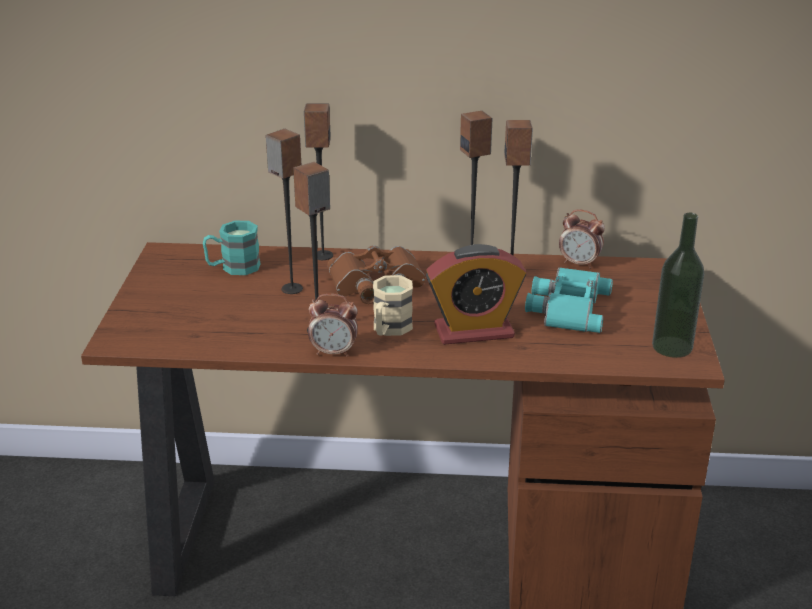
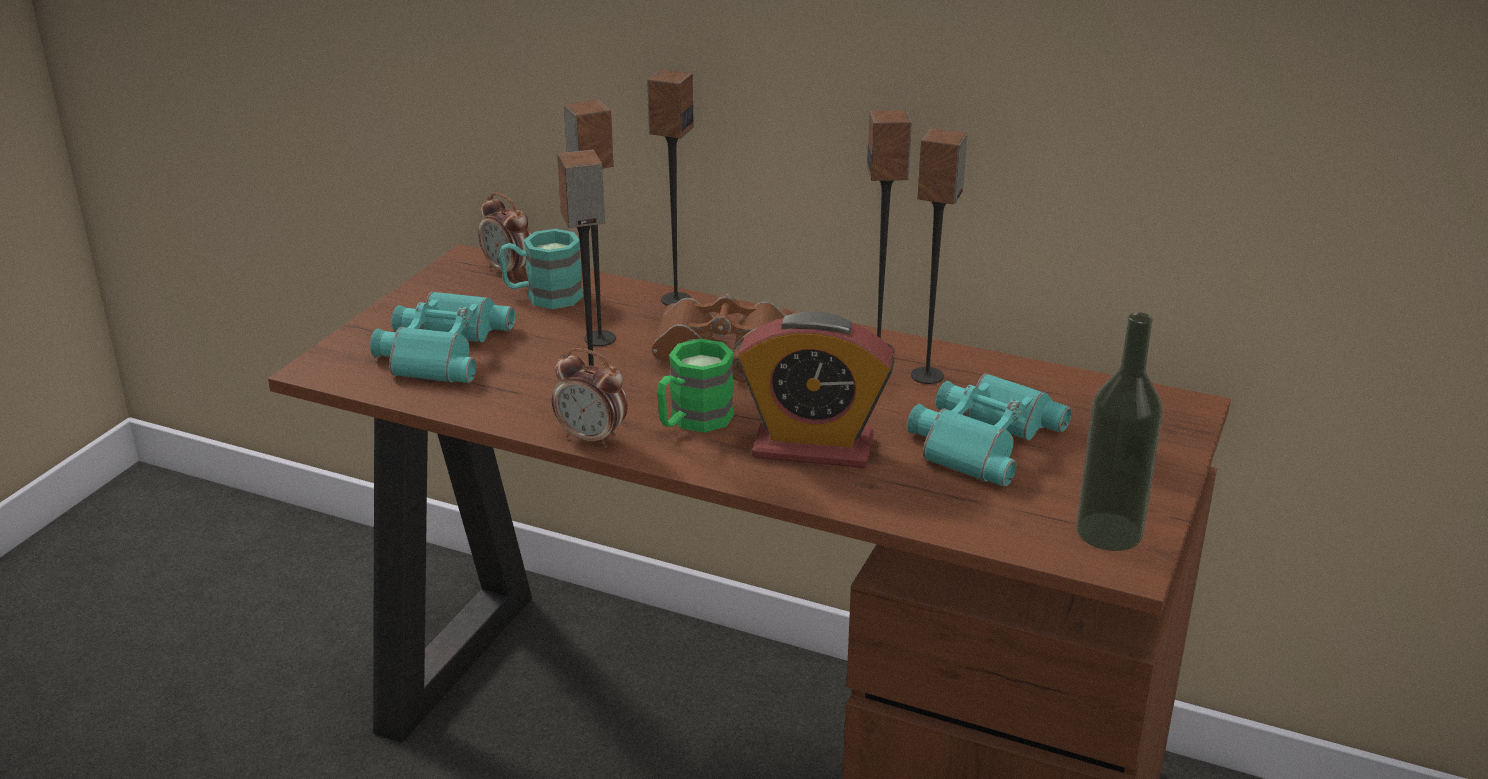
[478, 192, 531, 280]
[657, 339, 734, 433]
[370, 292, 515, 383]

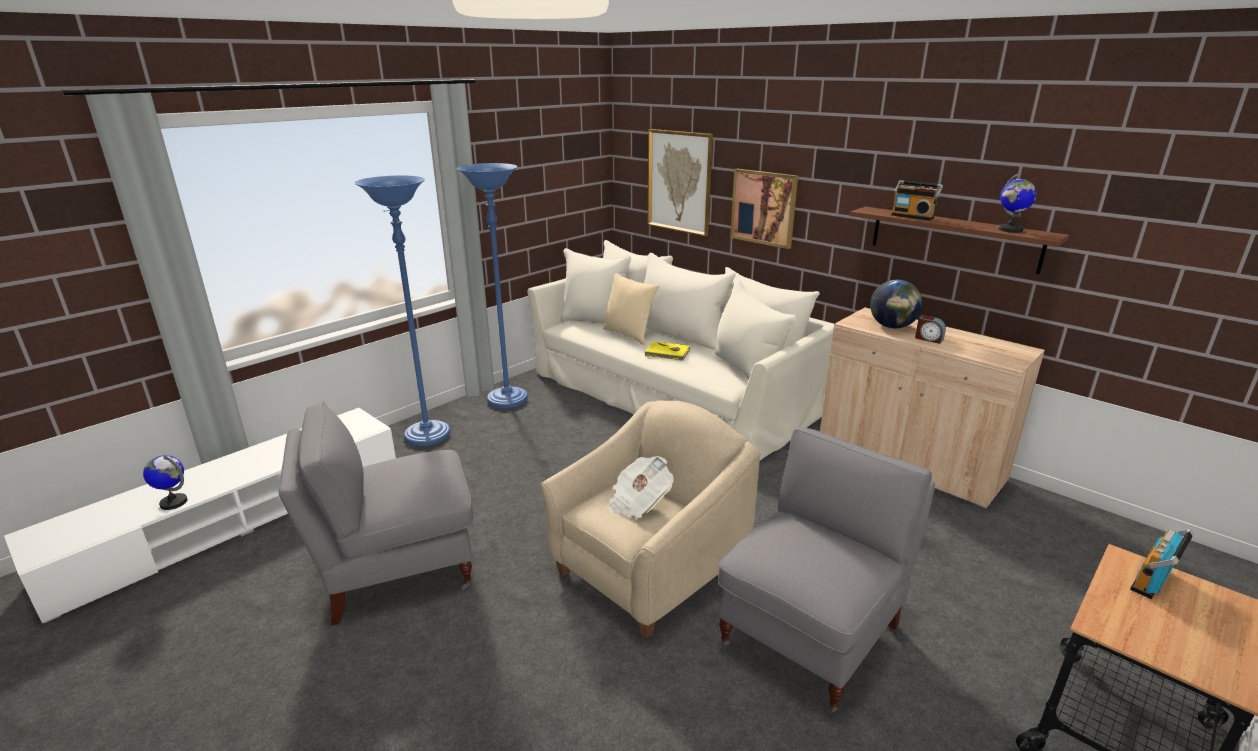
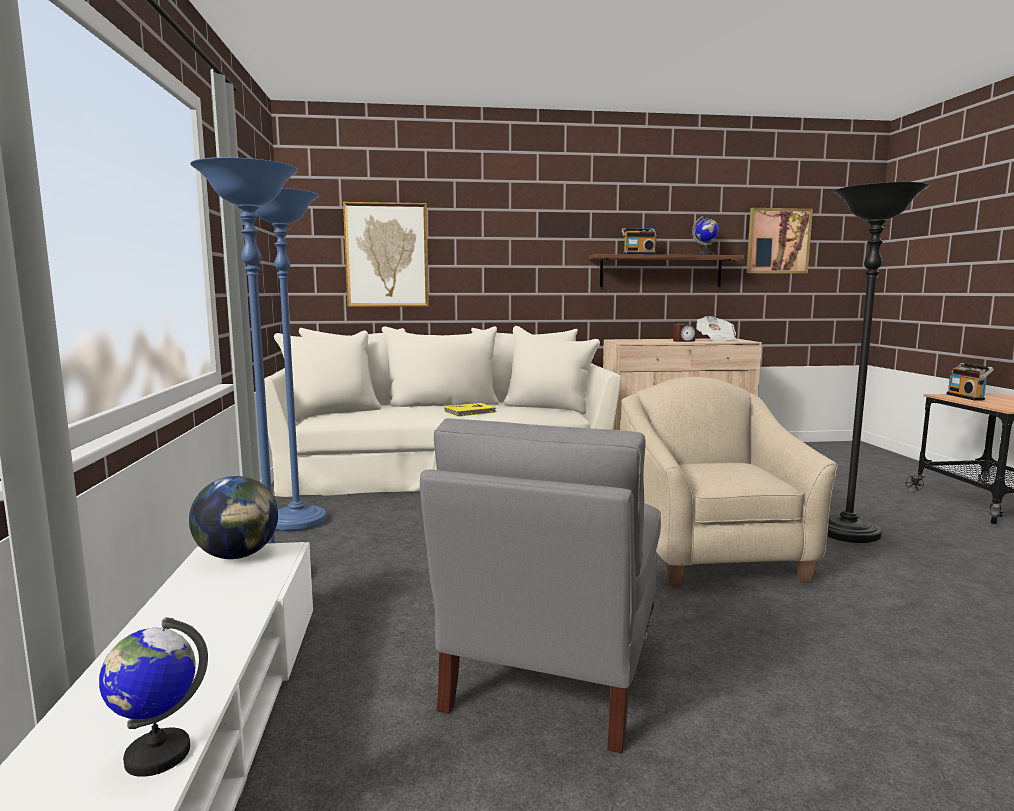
[746, 208, 813, 274]
[603, 272, 659, 345] (first image)
[189, 476, 278, 559]
[827, 182, 929, 543]
[696, 316, 736, 342]

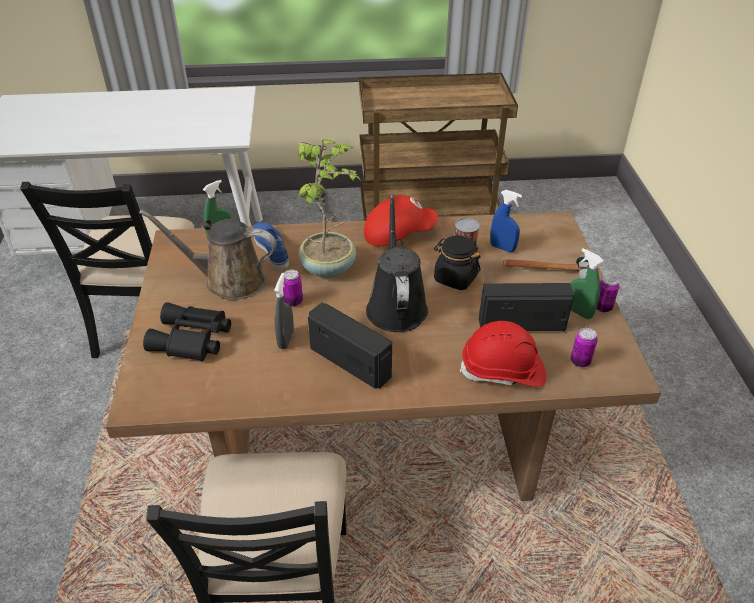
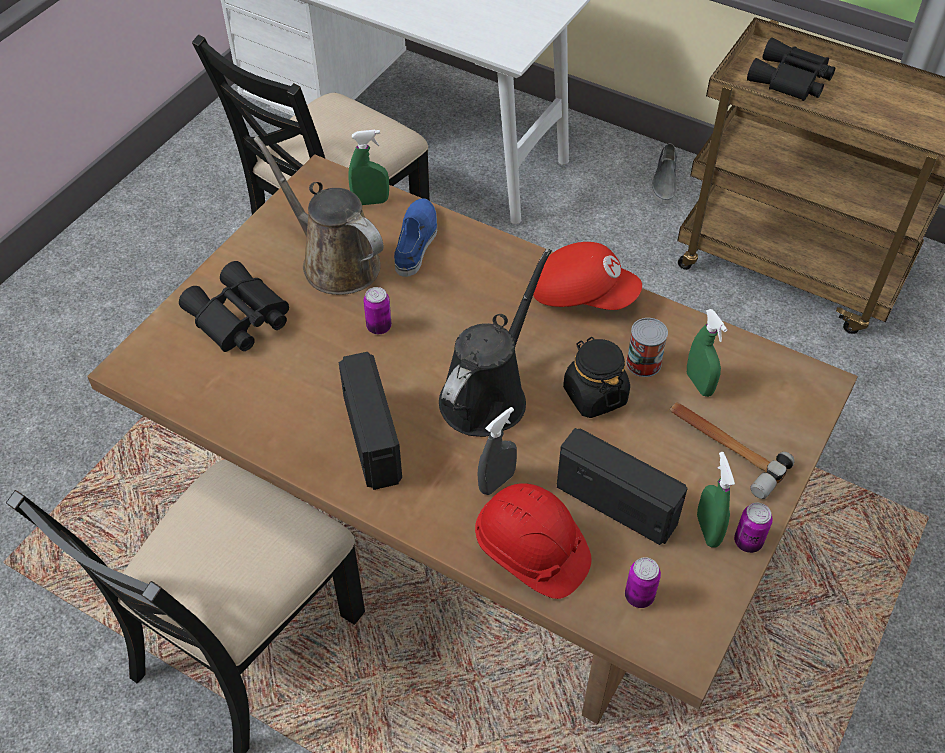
[298, 139, 362, 278] (first image)
[687, 309, 728, 397]
[478, 407, 517, 495]
[747, 37, 835, 101]

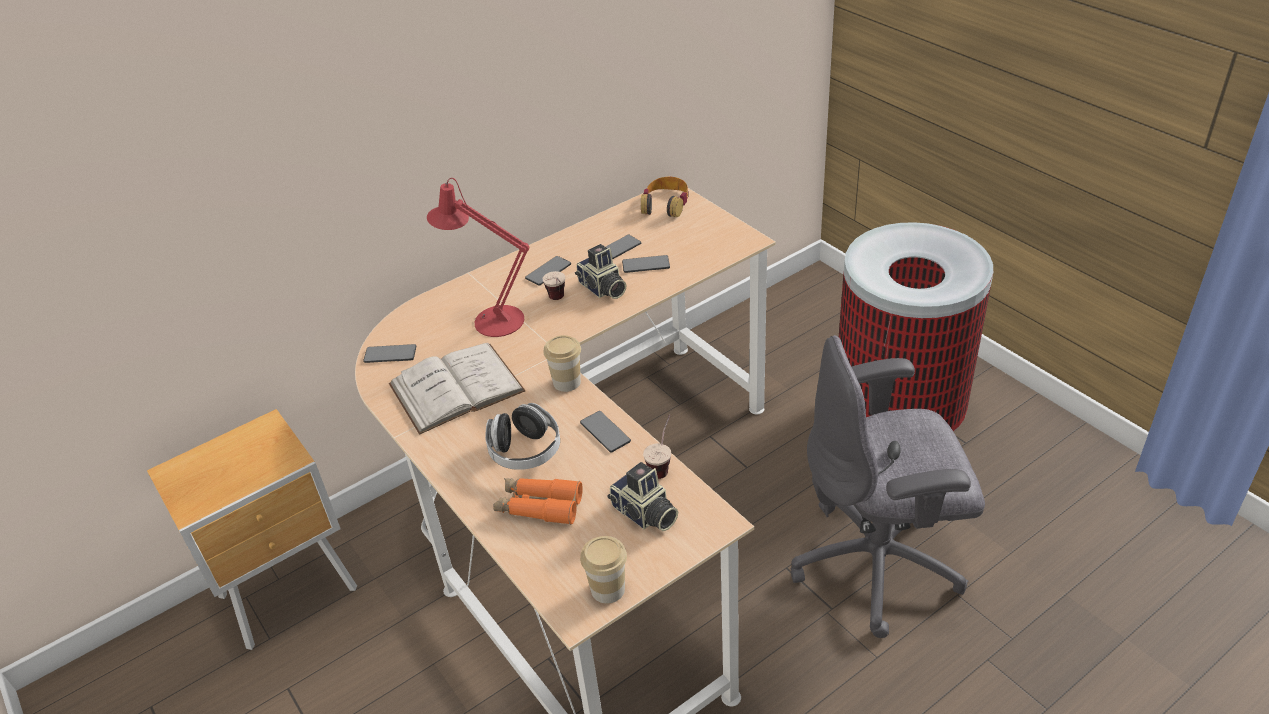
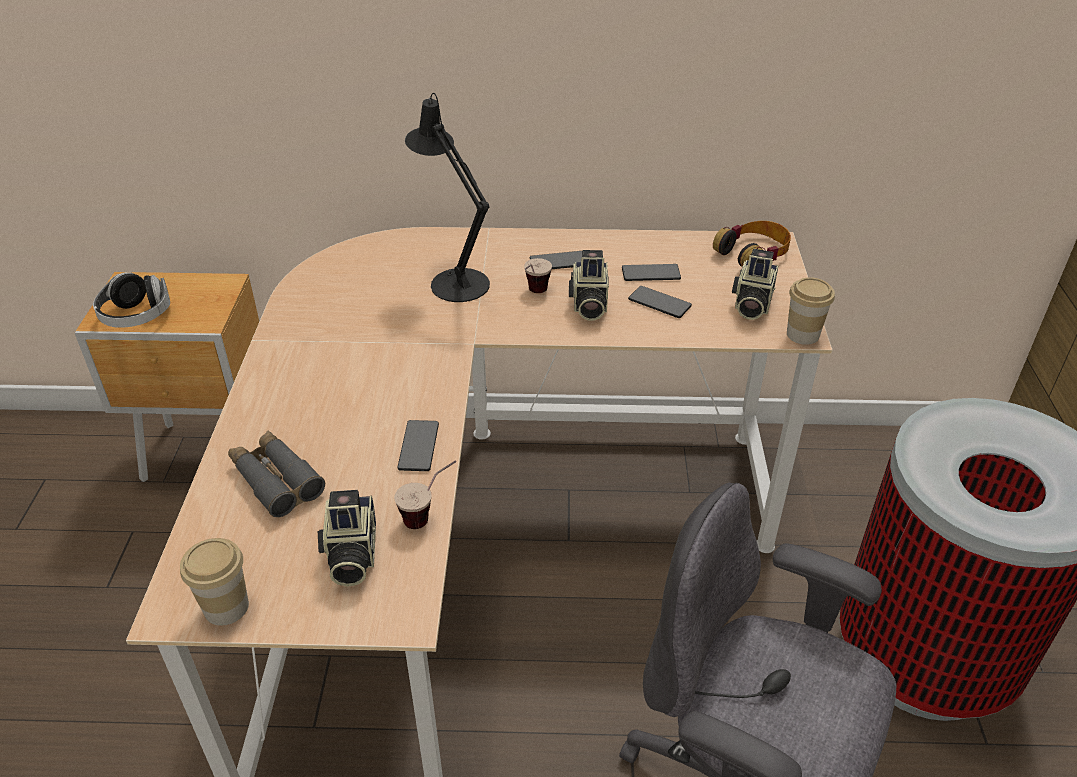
[405, 93, 490, 302]
[787, 277, 835, 345]
[389, 343, 526, 435] (first image)
[363, 344, 417, 363] (first image)
[93, 272, 170, 328]
[228, 431, 325, 517]
[732, 249, 779, 320]

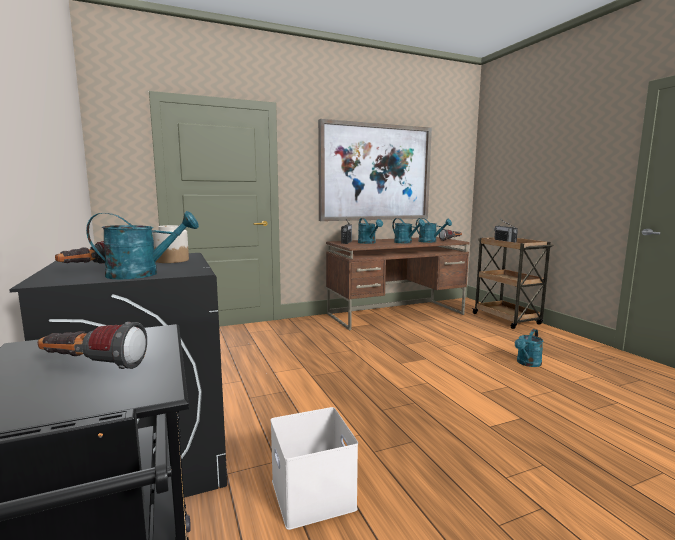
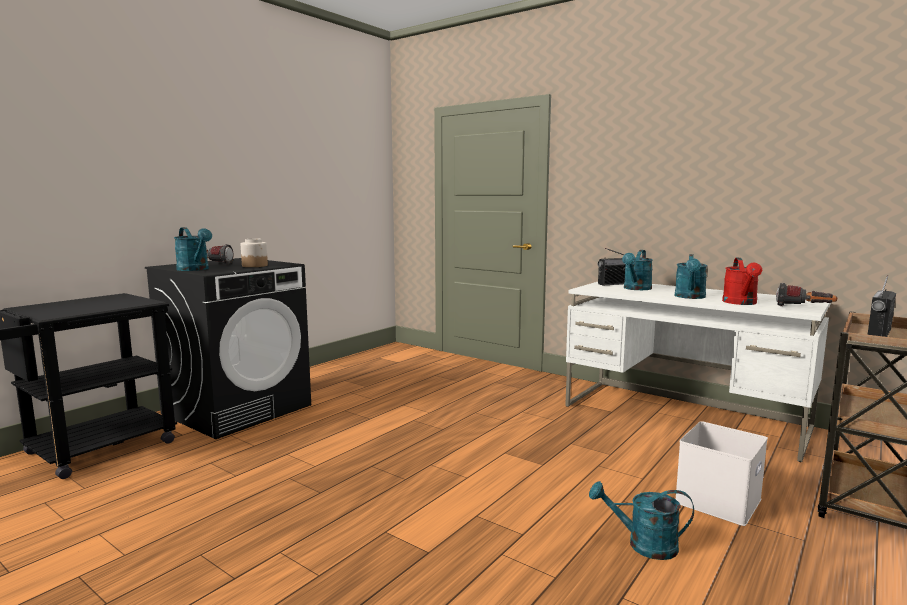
[318, 119, 432, 221] (first image)
[722, 258, 762, 305]
[565, 282, 831, 462]
[38, 322, 147, 369] (first image)
[676, 421, 768, 526]

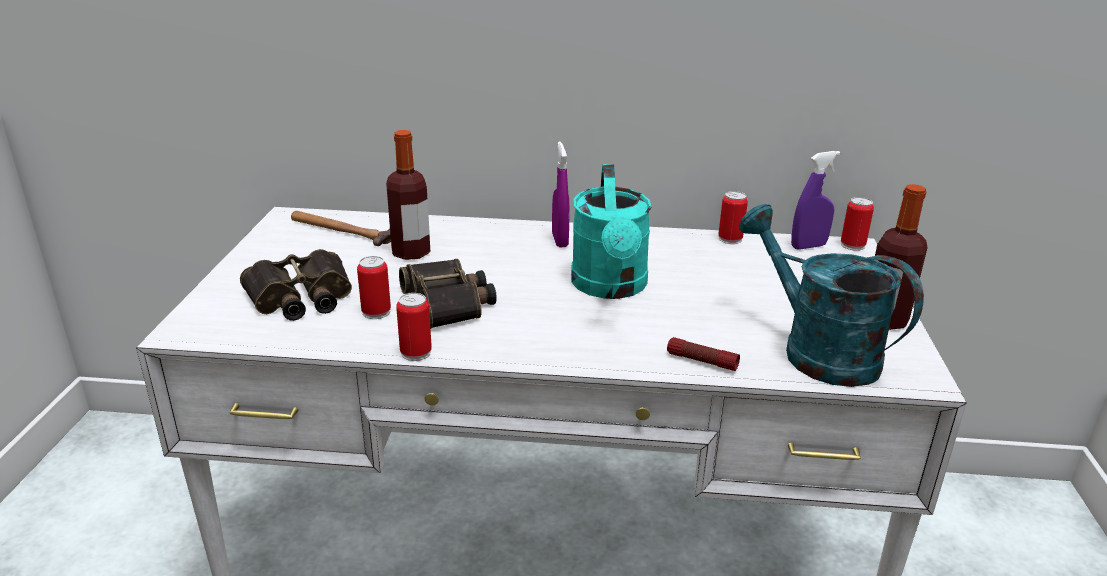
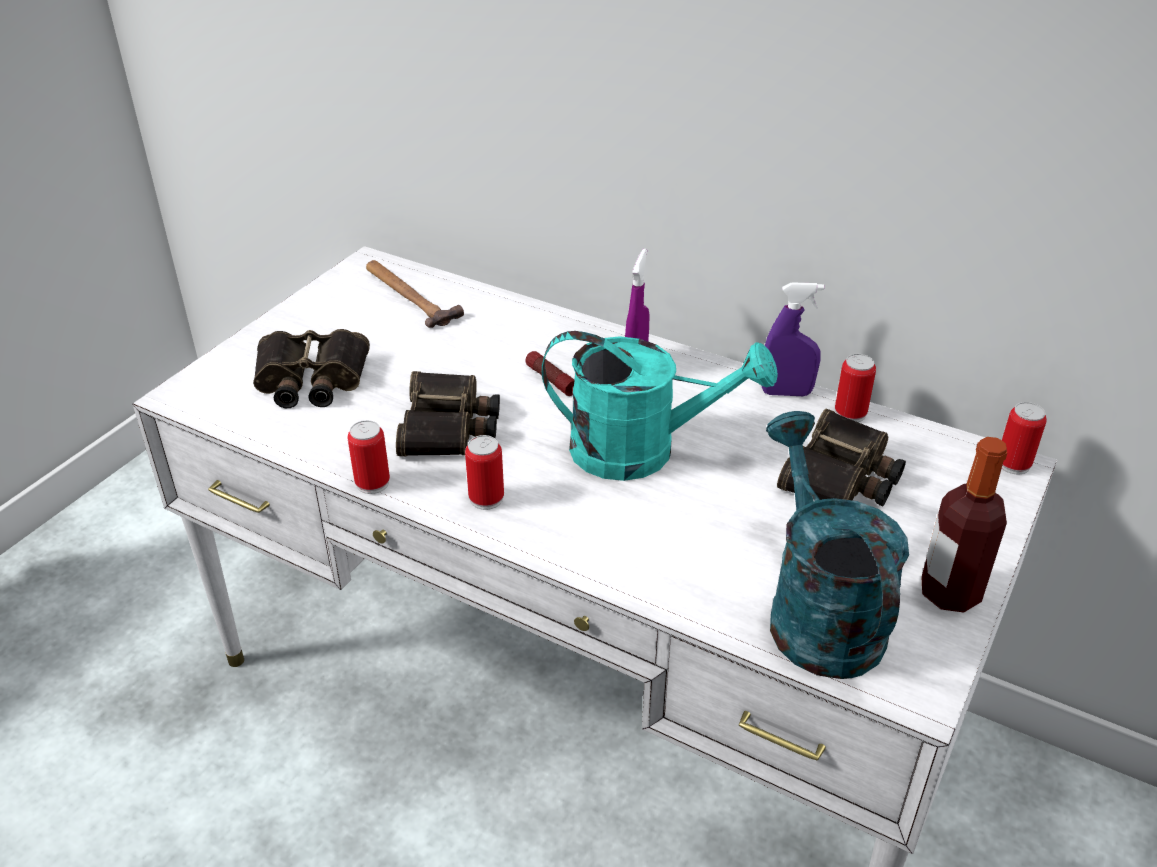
[386, 130, 430, 260] (first image)
[761, 282, 824, 396]
[542, 331, 778, 481]
[465, 435, 504, 510]
[525, 351, 574, 396]
[777, 408, 906, 507]

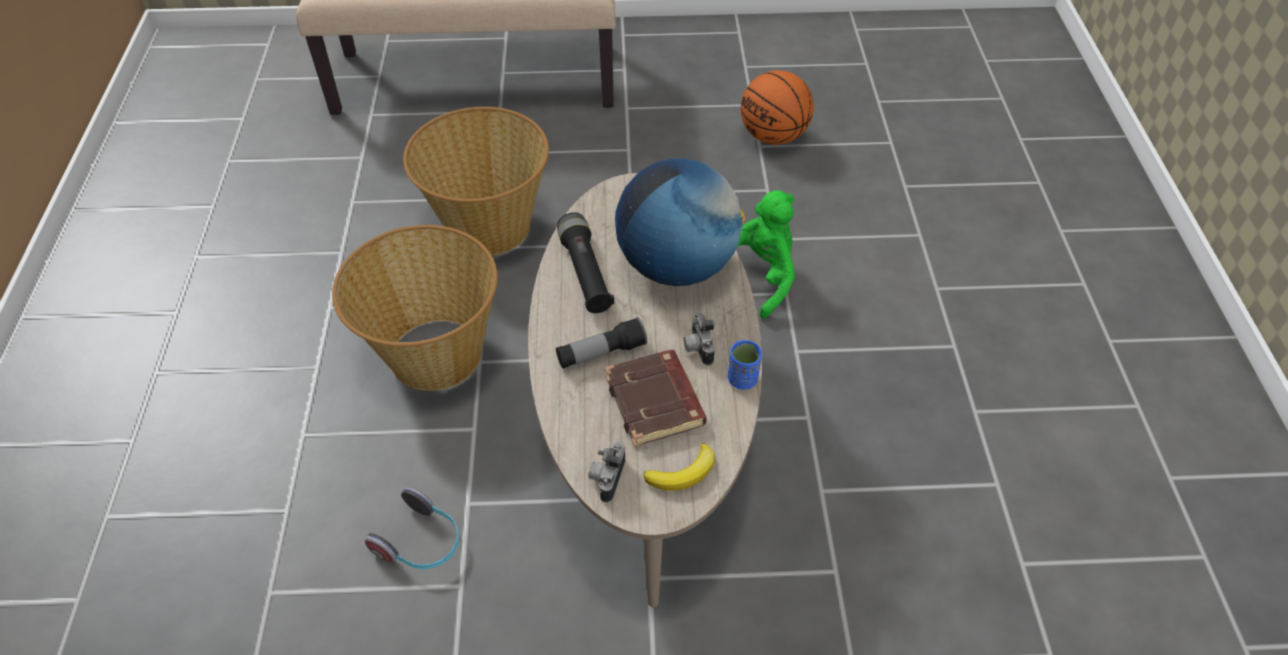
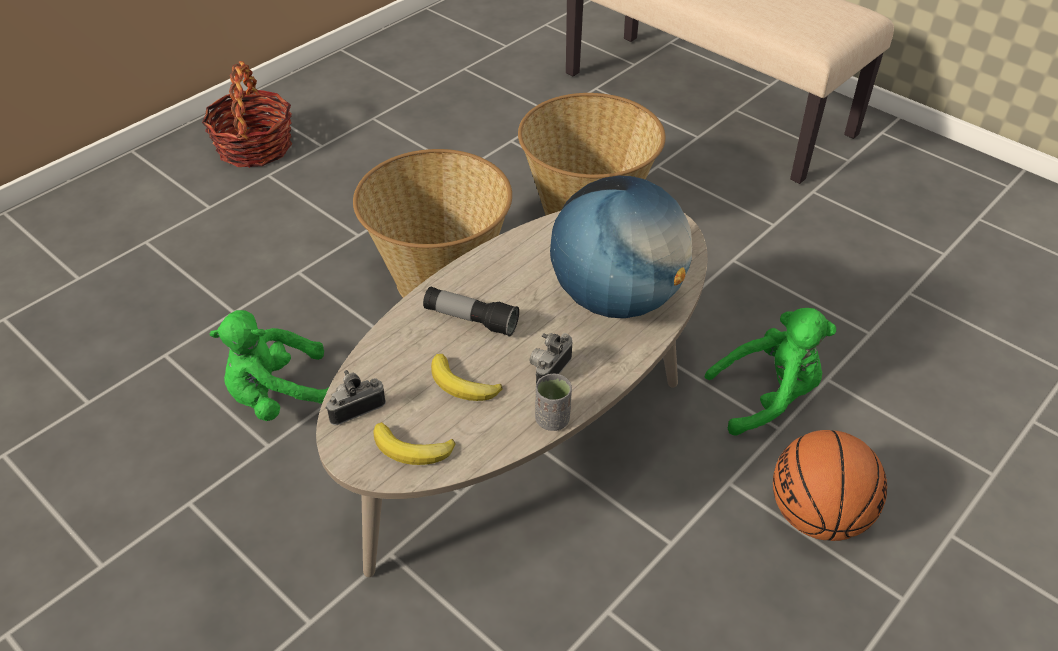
[773, 430, 887, 541]
[557, 212, 614, 313] (first image)
[535, 373, 572, 431]
[431, 354, 502, 401]
[210, 310, 329, 421]
[202, 61, 292, 168]

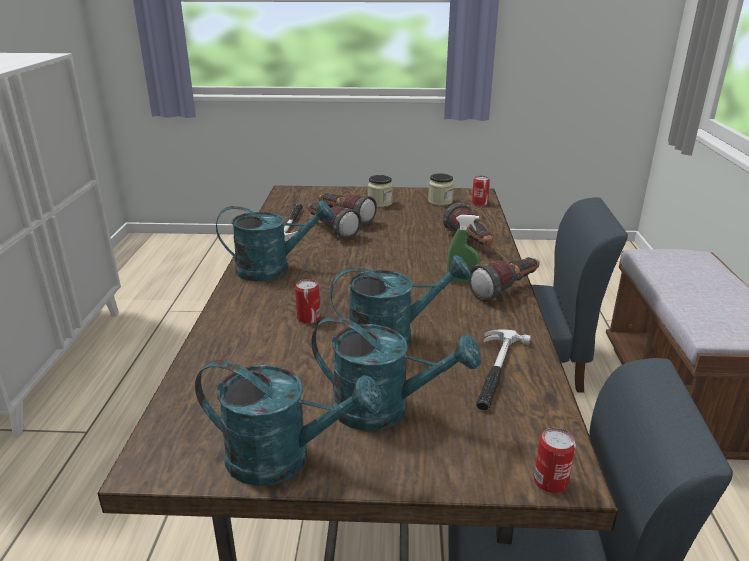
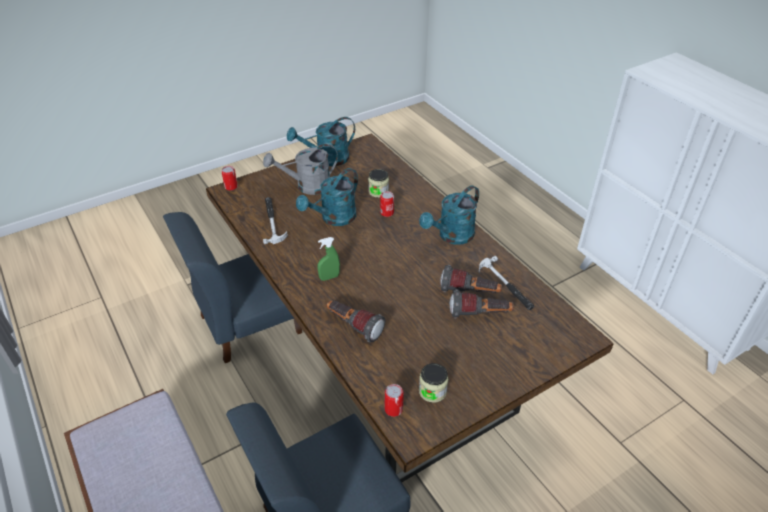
[368, 169, 389, 198]
[468, 257, 540, 302] (first image)
[263, 144, 338, 195]

